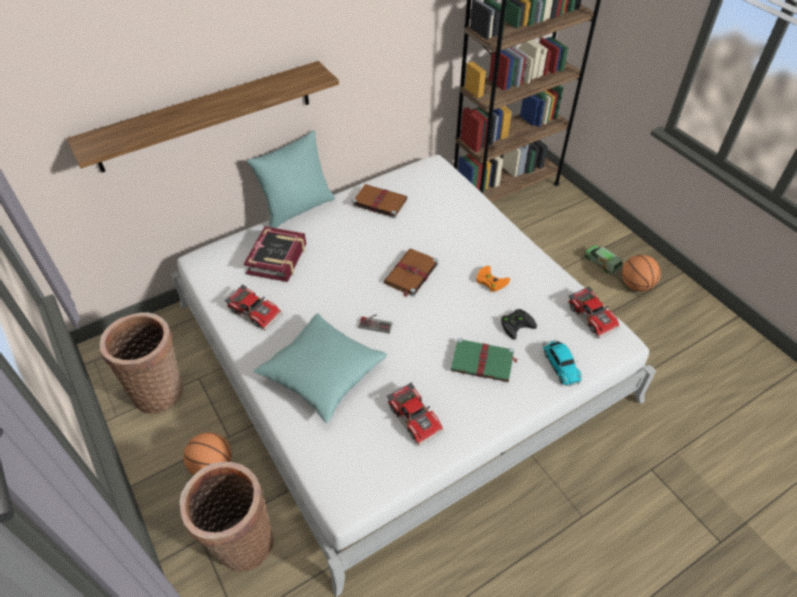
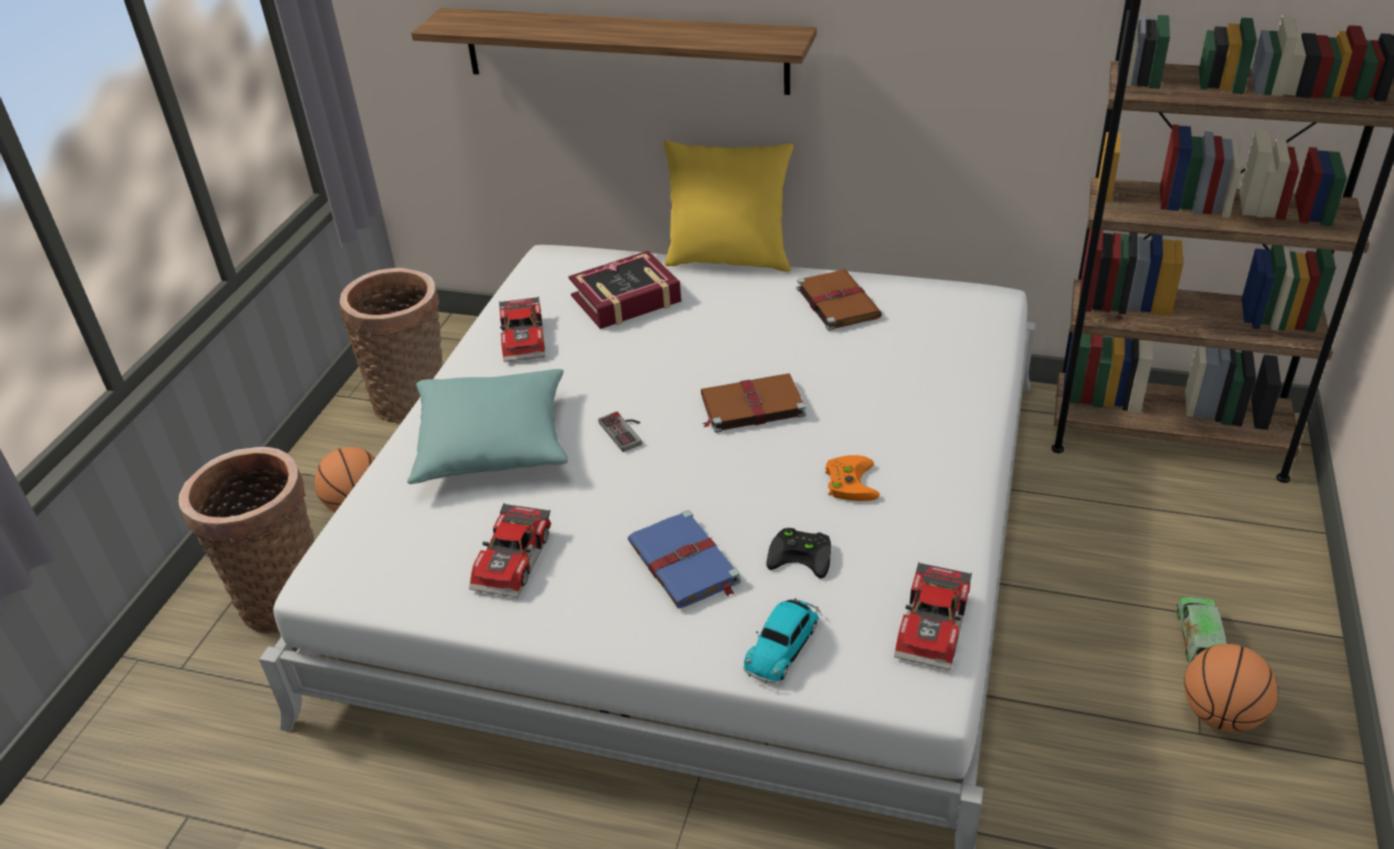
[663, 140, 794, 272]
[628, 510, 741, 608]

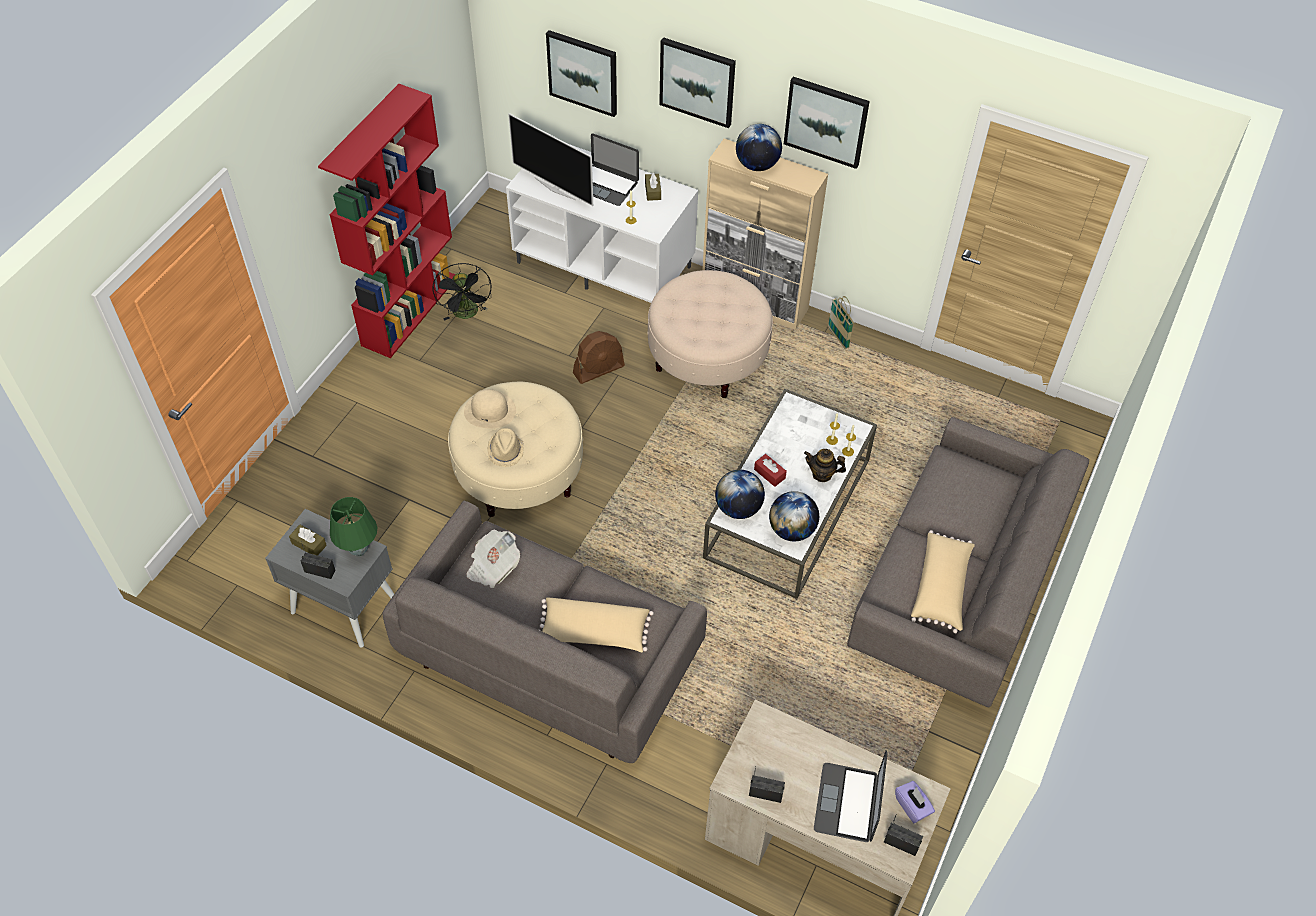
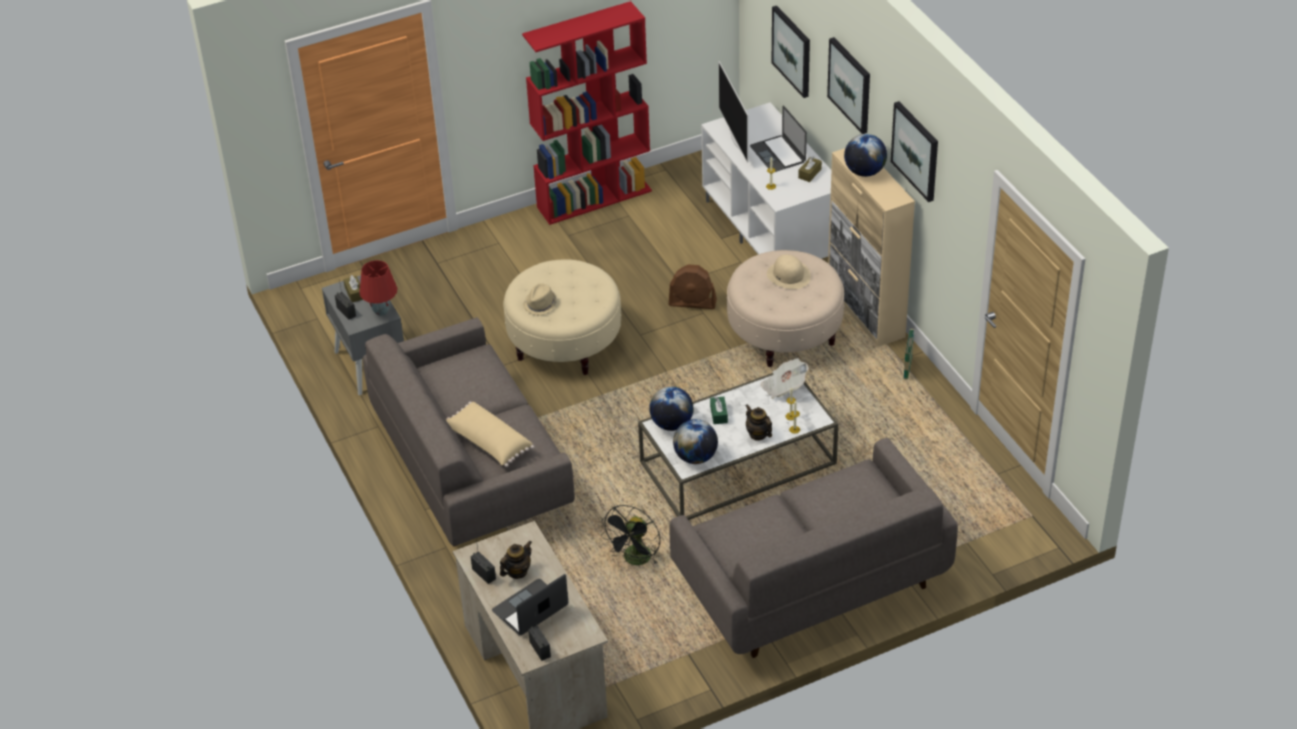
[601, 505, 660, 565]
[767, 254, 811, 289]
[710, 397, 728, 424]
[359, 260, 397, 316]
[761, 359, 809, 399]
[911, 530, 975, 633] (first image)
[895, 781, 935, 823] (first image)
[500, 540, 532, 579]

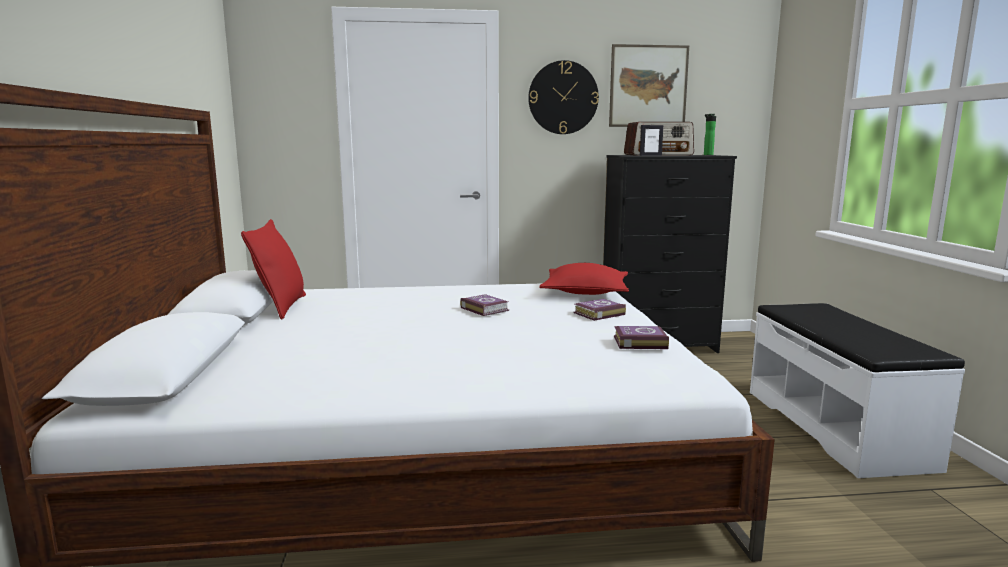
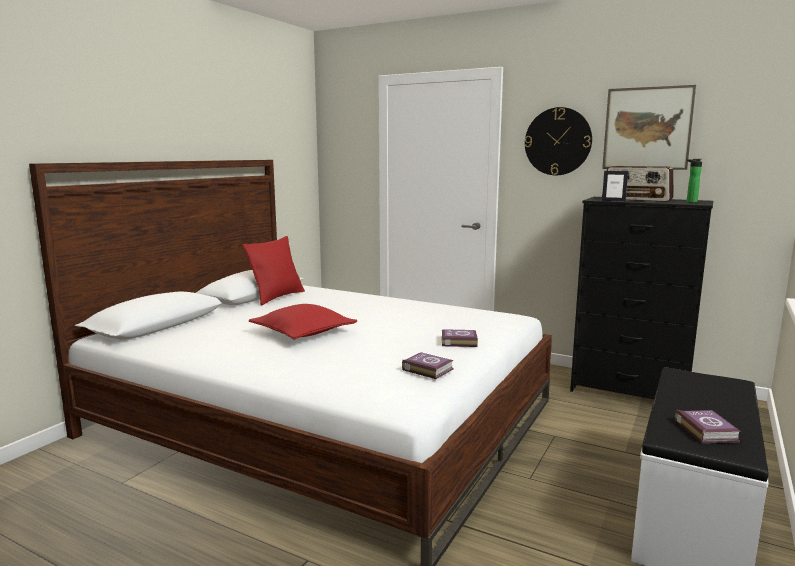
[249, 304, 357, 340]
[675, 410, 741, 443]

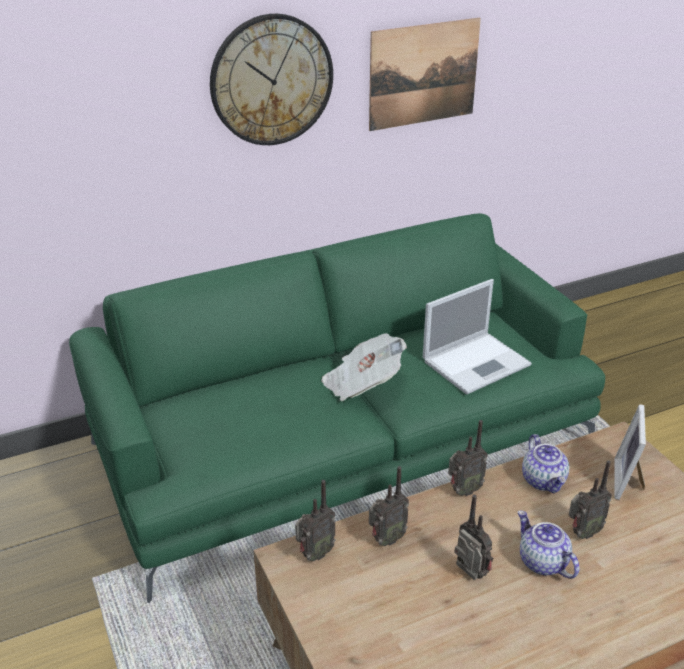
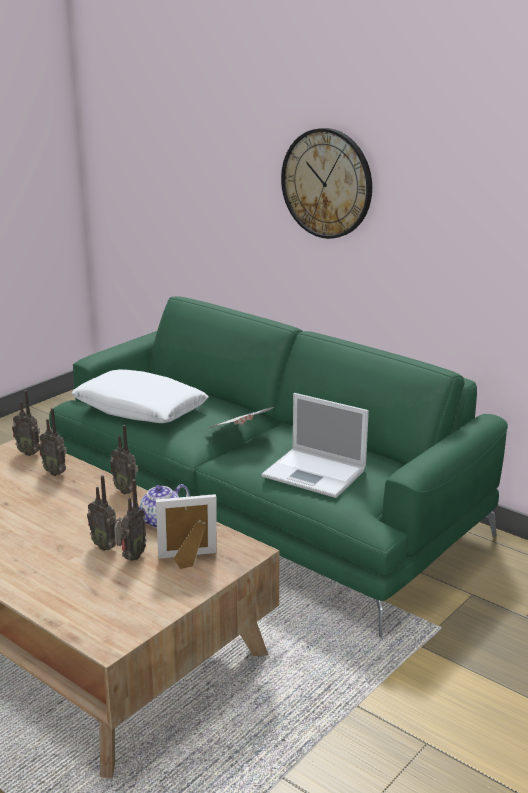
[369, 18, 481, 131] (first image)
[114, 479, 146, 561]
[518, 510, 579, 579] (first image)
[72, 369, 209, 423]

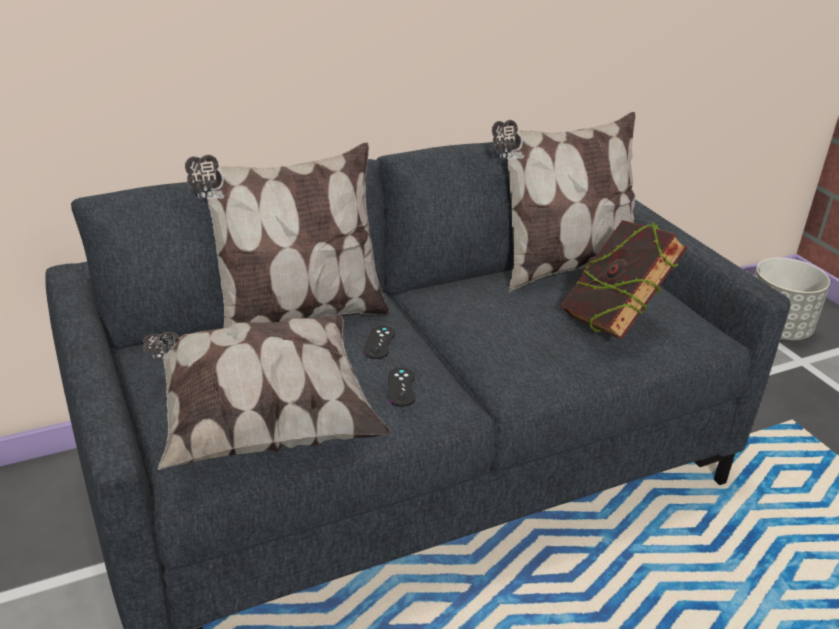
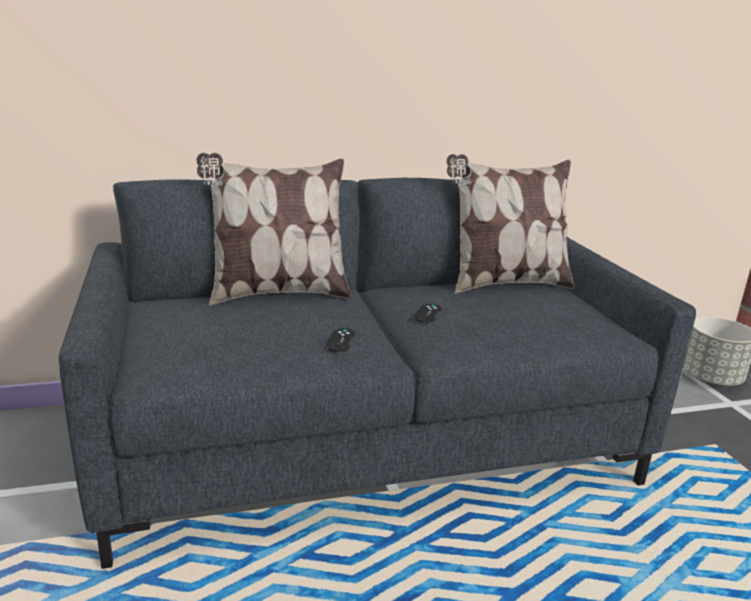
[560, 220, 688, 340] (first image)
[143, 315, 392, 470] (first image)
[414, 304, 442, 323]

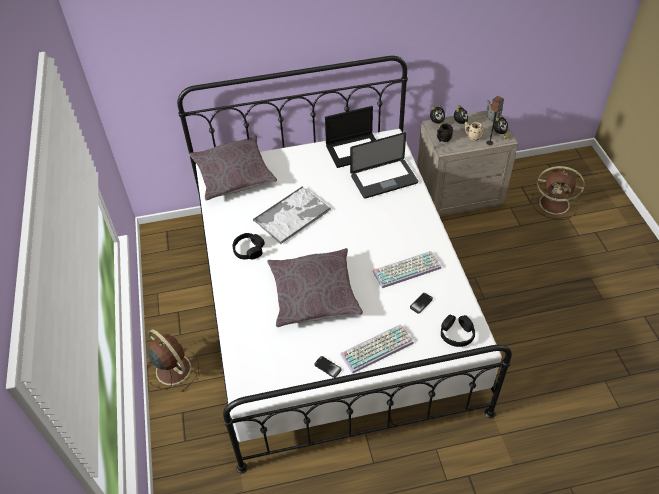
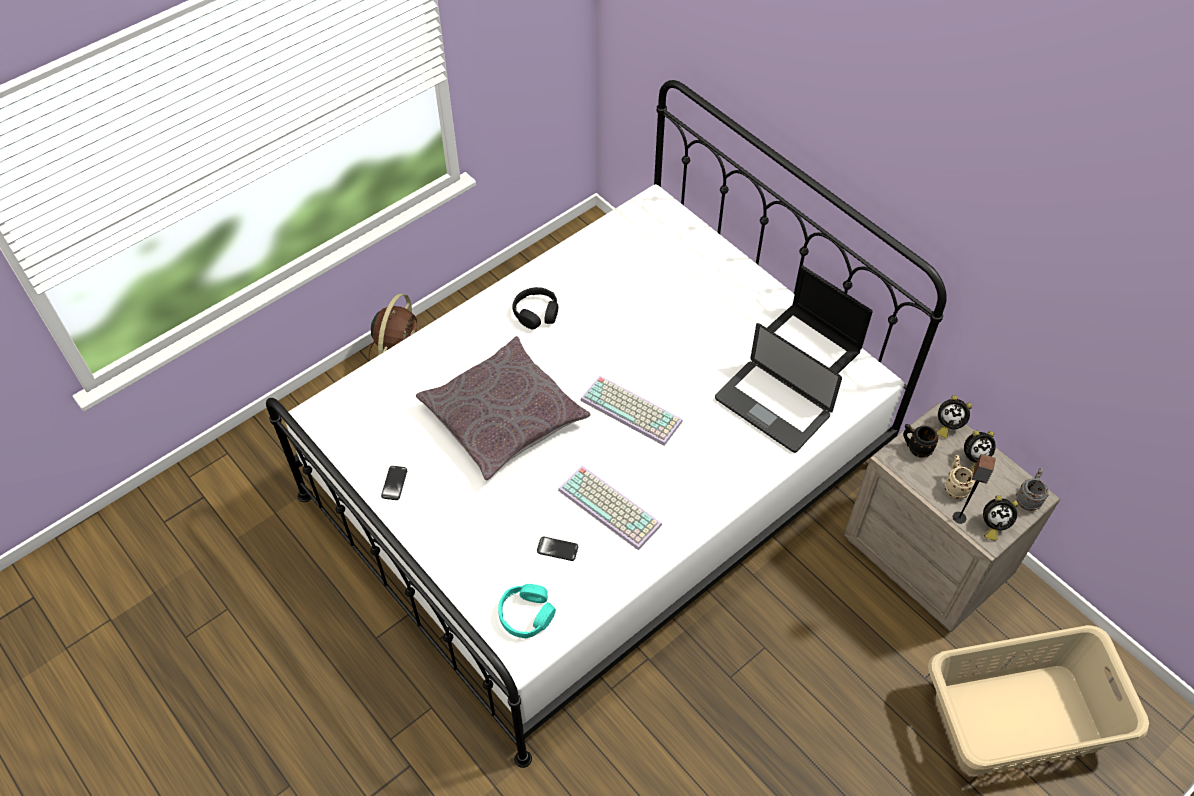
[189, 136, 277, 200] (first image)
[928, 625, 1149, 775]
[253, 186, 331, 244] (first image)
[498, 584, 556, 638]
[580, 375, 683, 446]

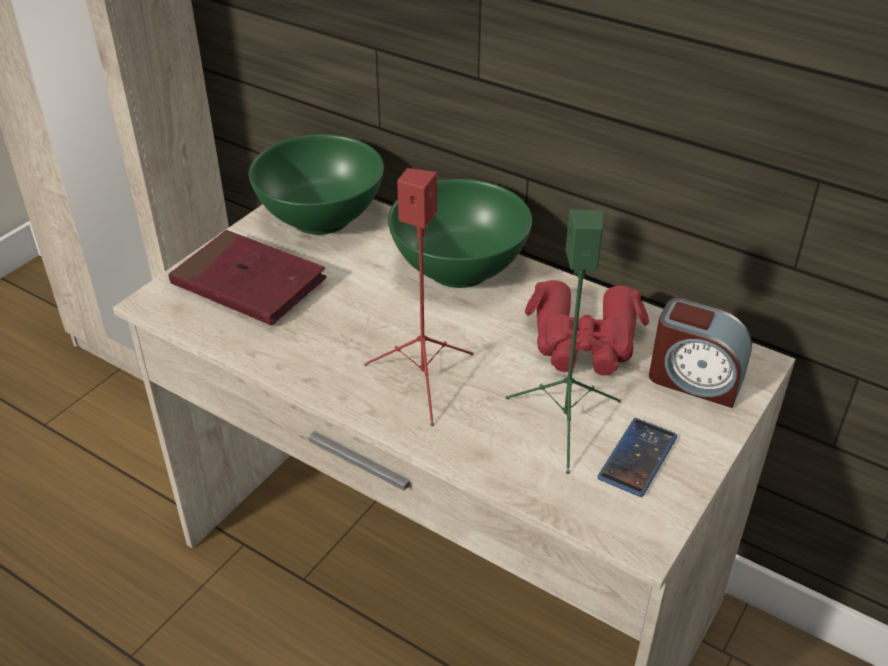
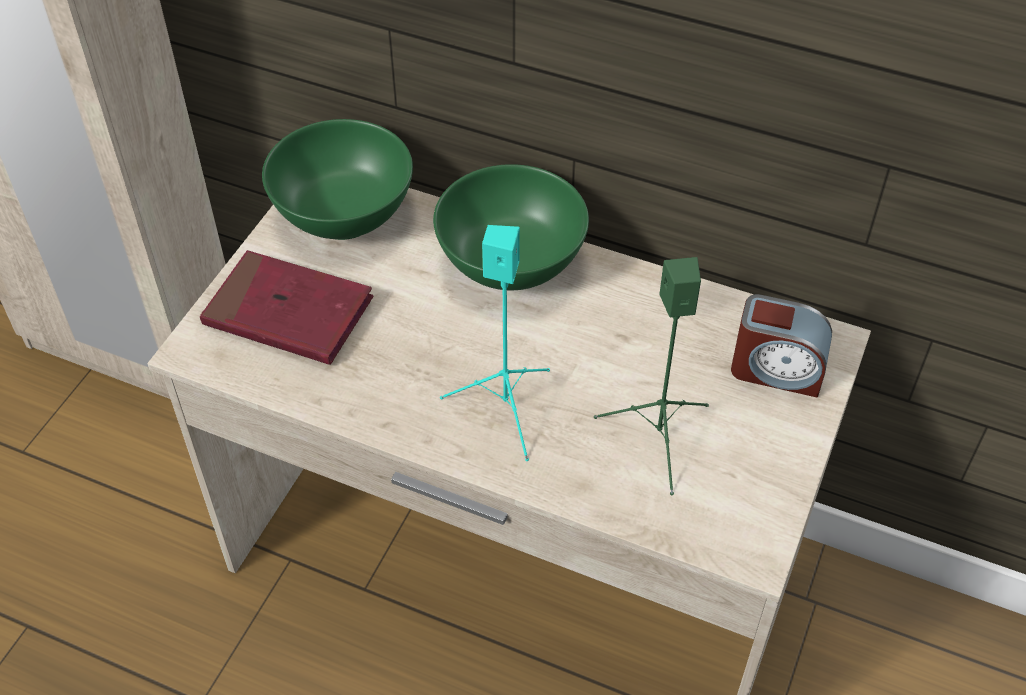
[440, 225, 550, 461]
[525, 280, 649, 376] (first image)
[597, 418, 677, 497] (first image)

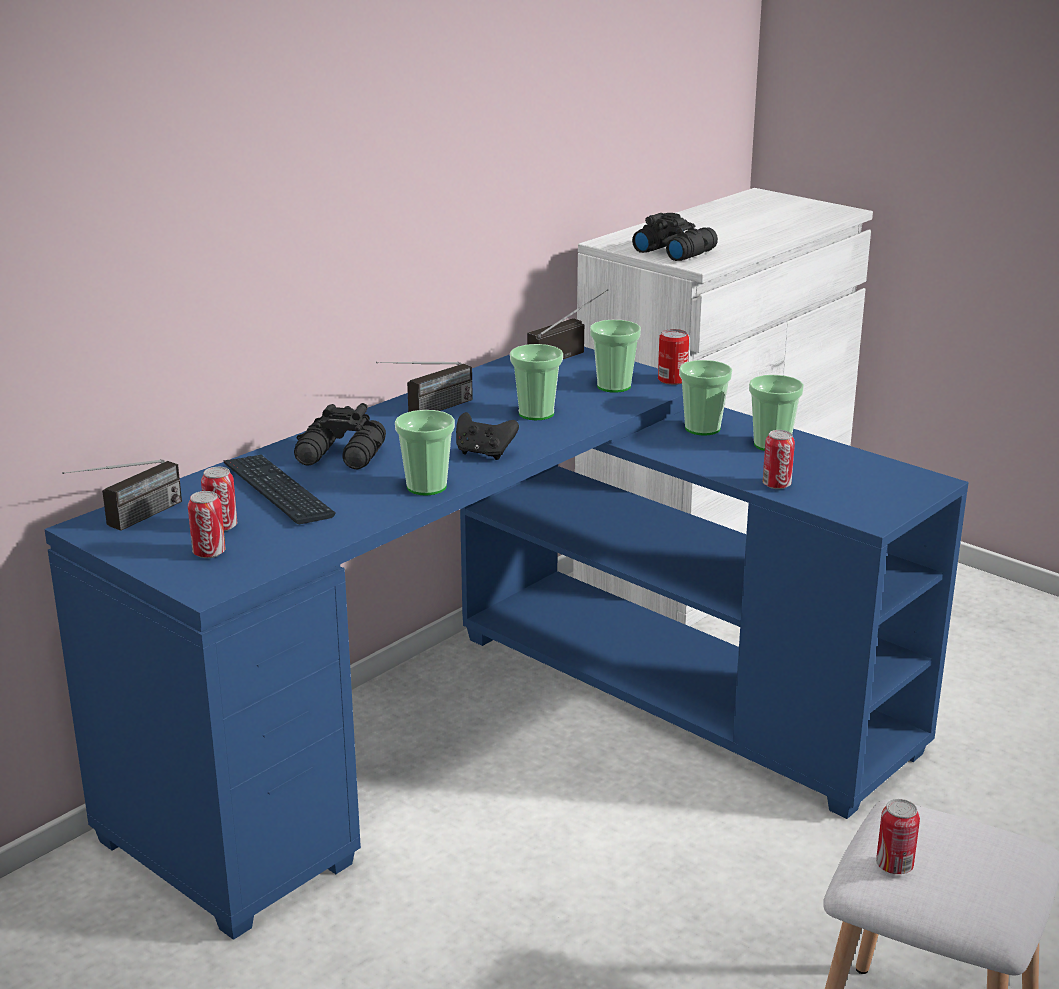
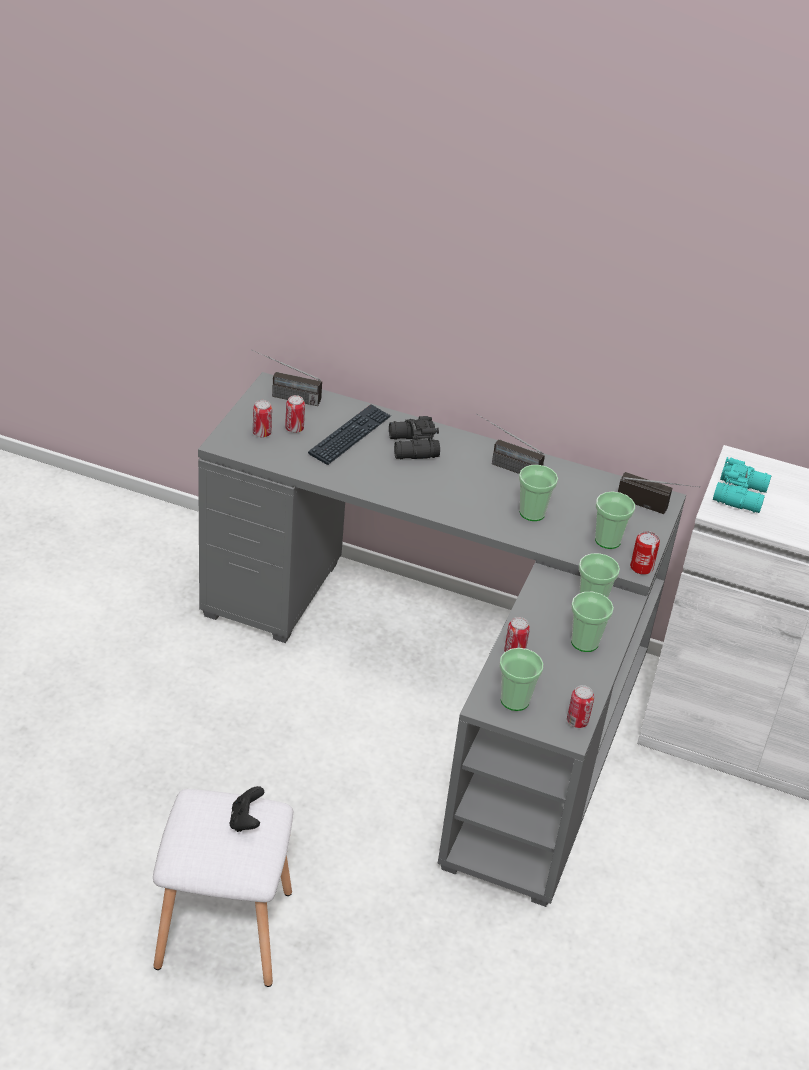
[713, 457, 772, 513]
[198, 372, 686, 907]
[499, 648, 543, 711]
[230, 786, 264, 832]
[567, 685, 594, 728]

